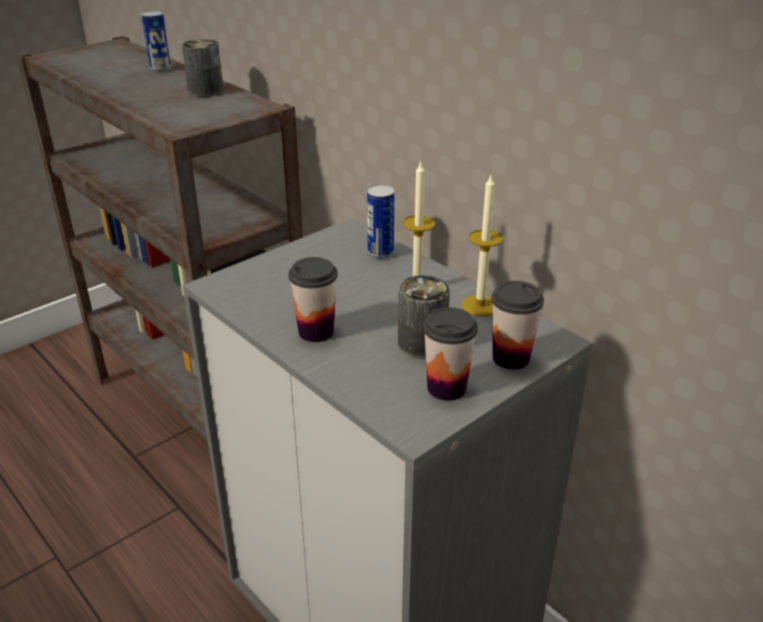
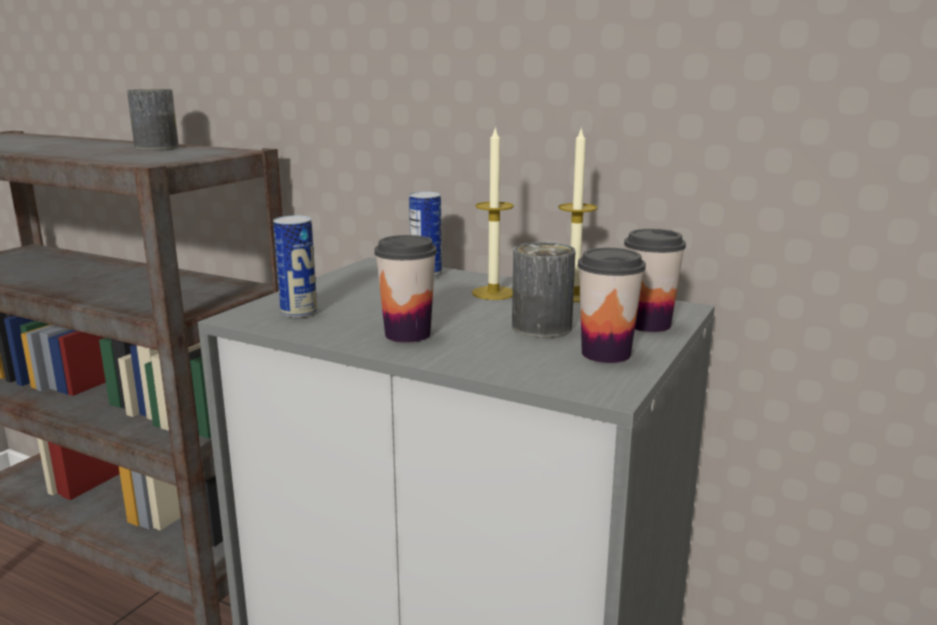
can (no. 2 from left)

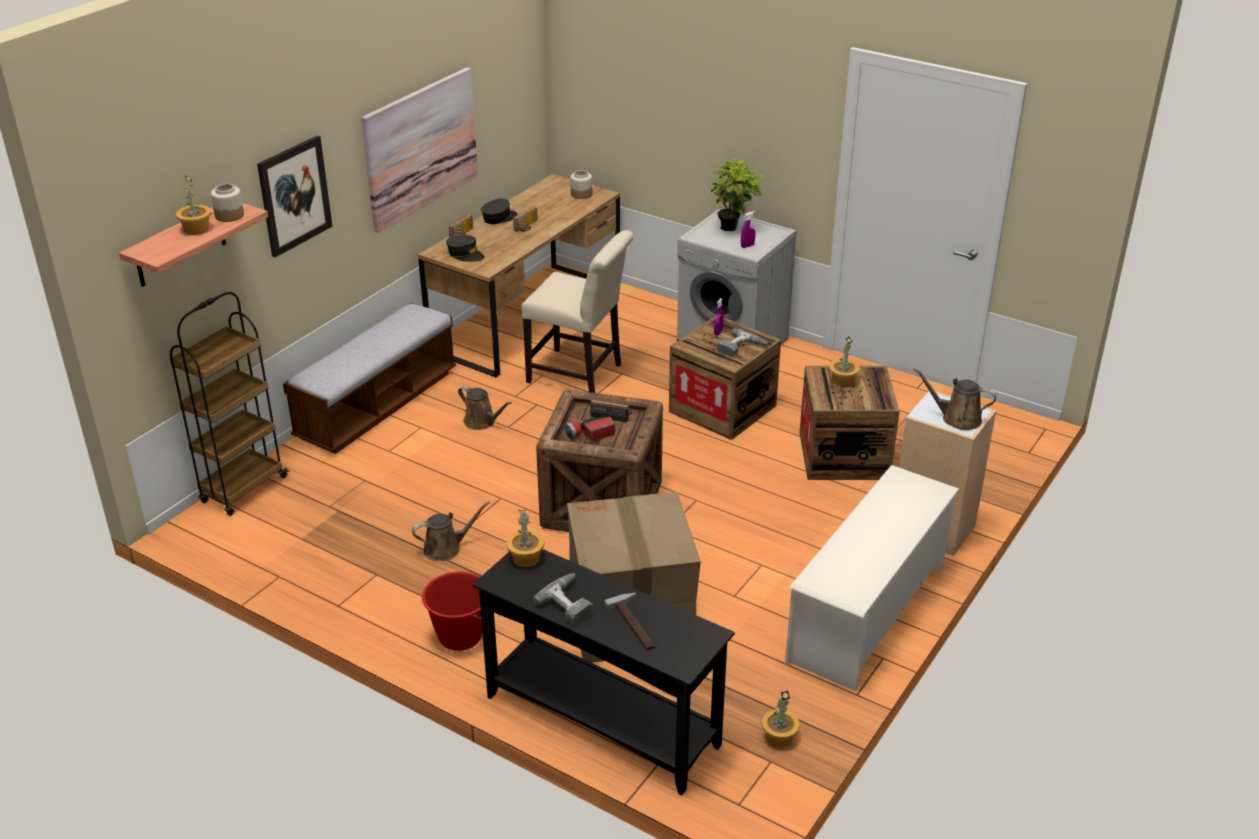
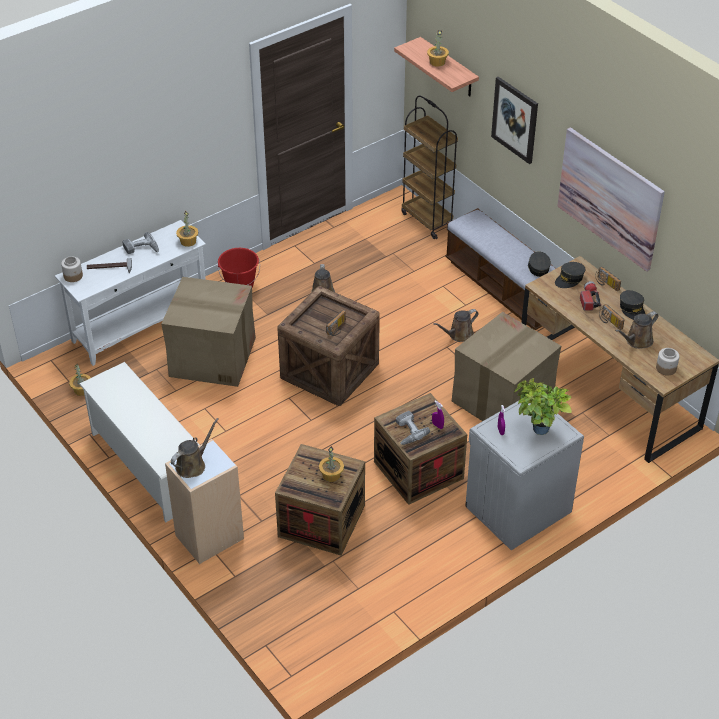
cap (grey) (no. 1 from left)
watering can (brown) (no. 4 from left)
jar (no. 1 from left)
flashlight
cardboard box (no. 2 from left)
console table (white)

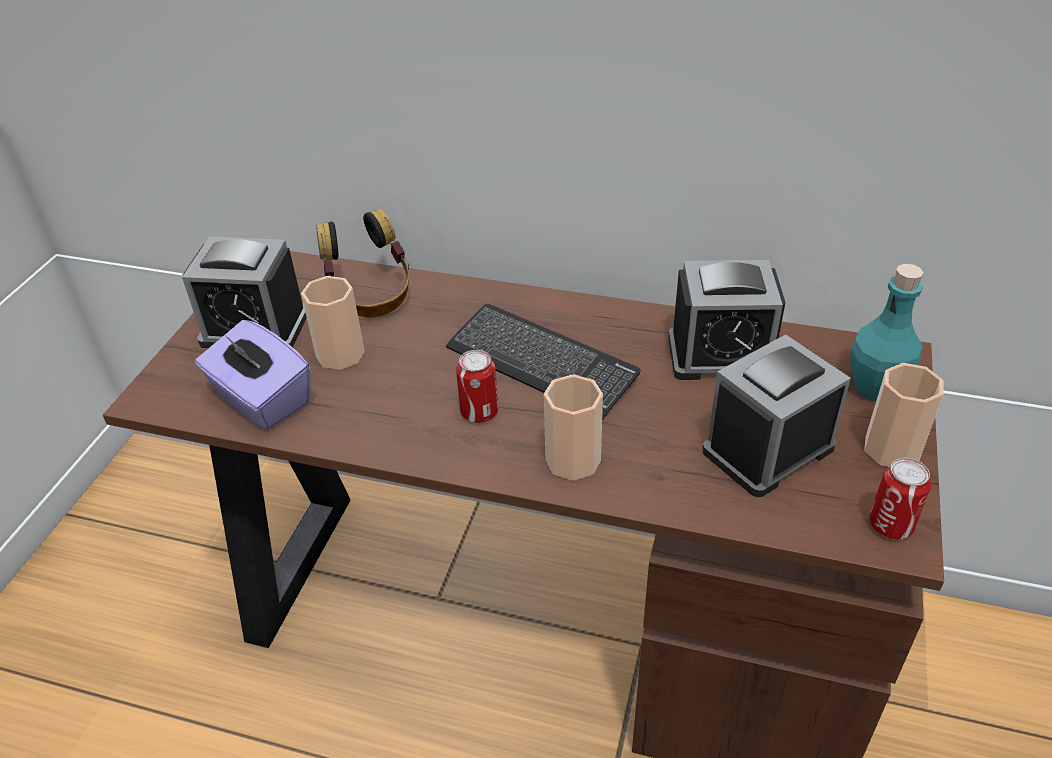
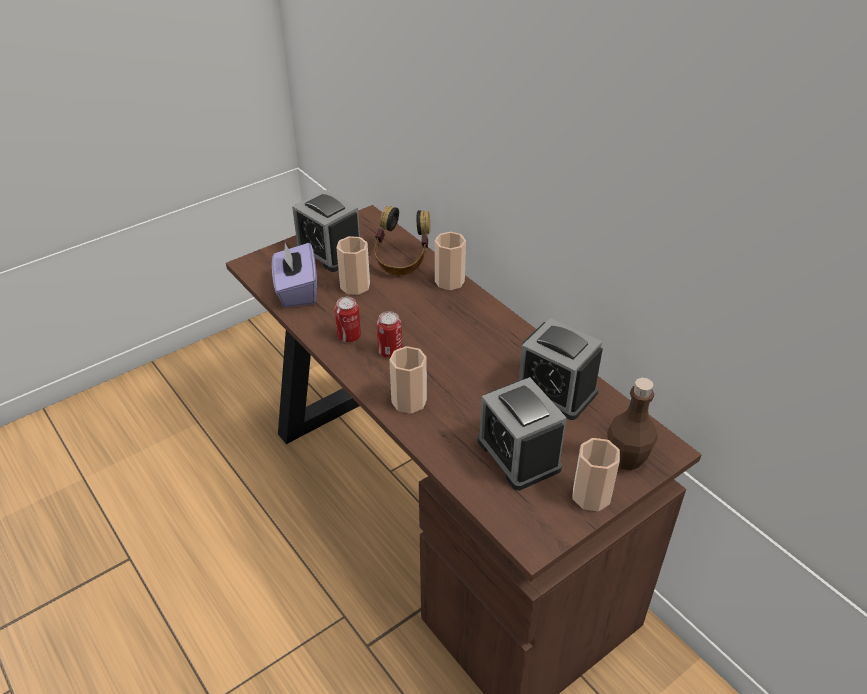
keyboard
cup (no. 3 from left)
can (no. 1 from left)
bottle (brown)
alarm clock (no. 2 from left)

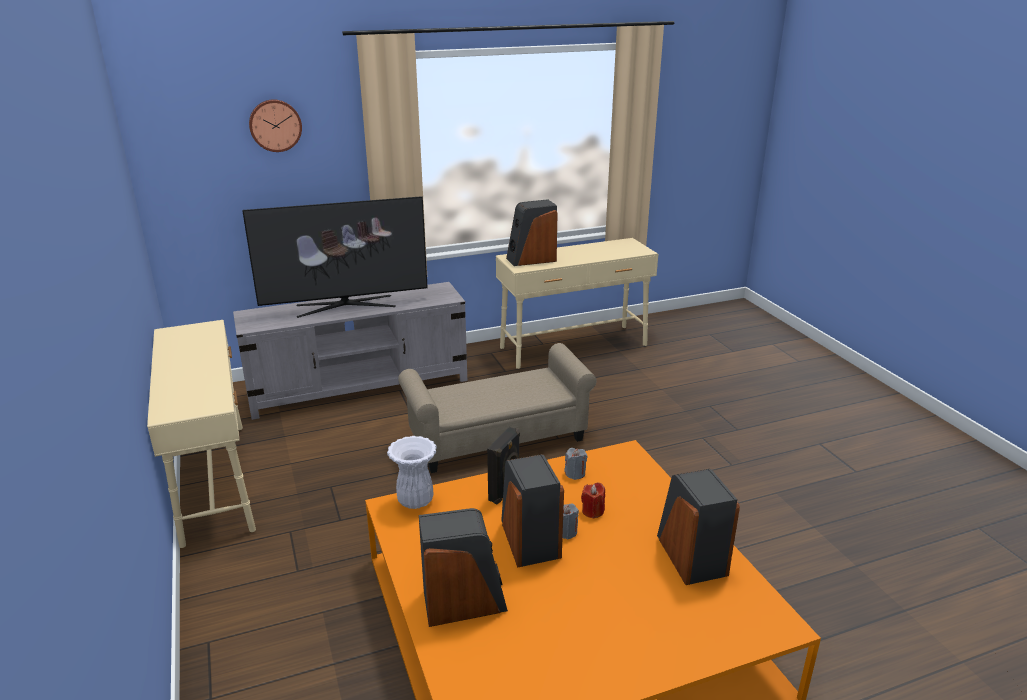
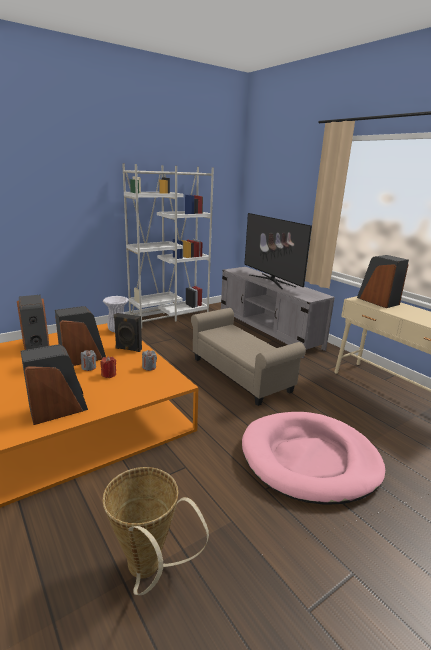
wall clock
basket
dog bed (pink)
bookcase (white)

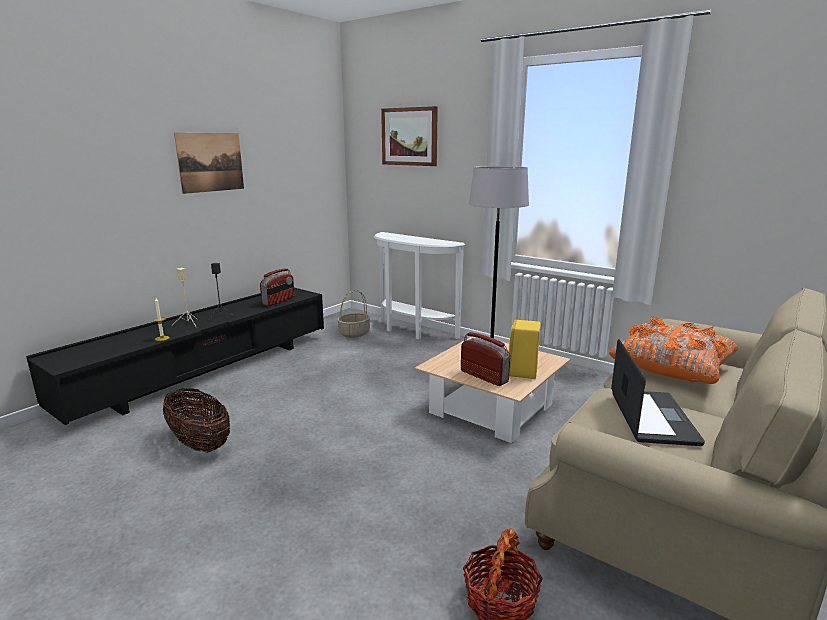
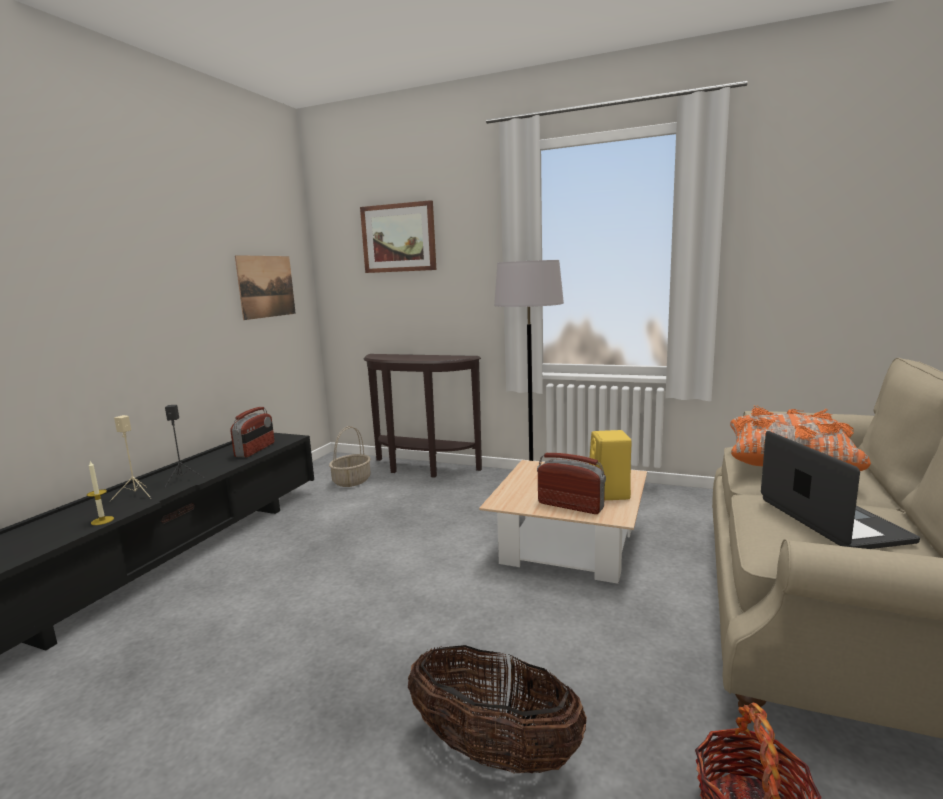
basket (no. 2 from left)
picture (no. 1 from left)
console table (brown)

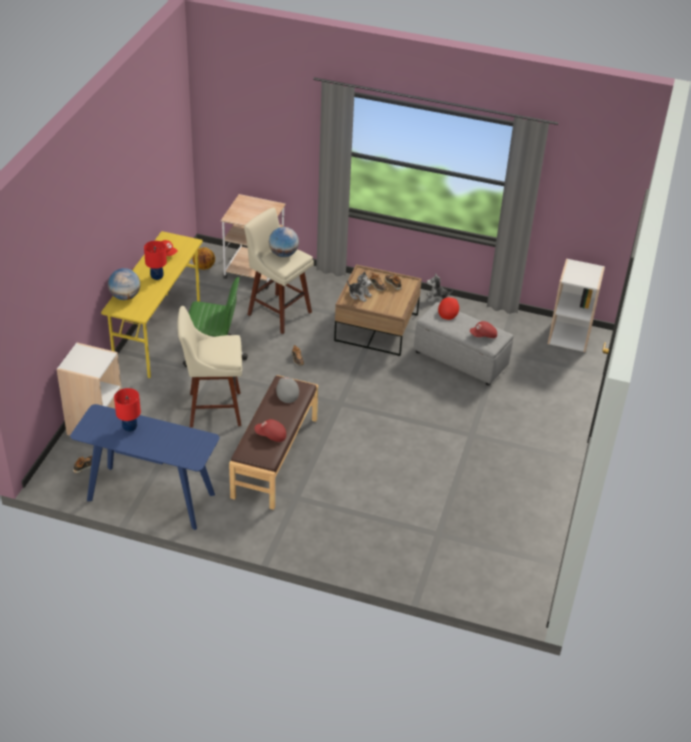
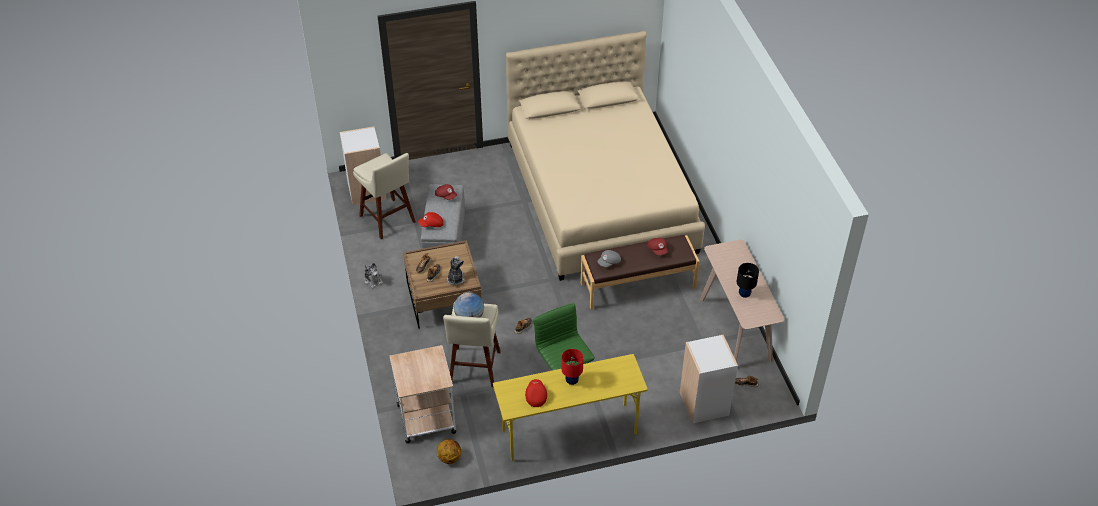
globe (no. 1 from left in the first image)
bed (beige)
stool (beige) (no. 1 from left)
console table (beige)
table lamp (black)

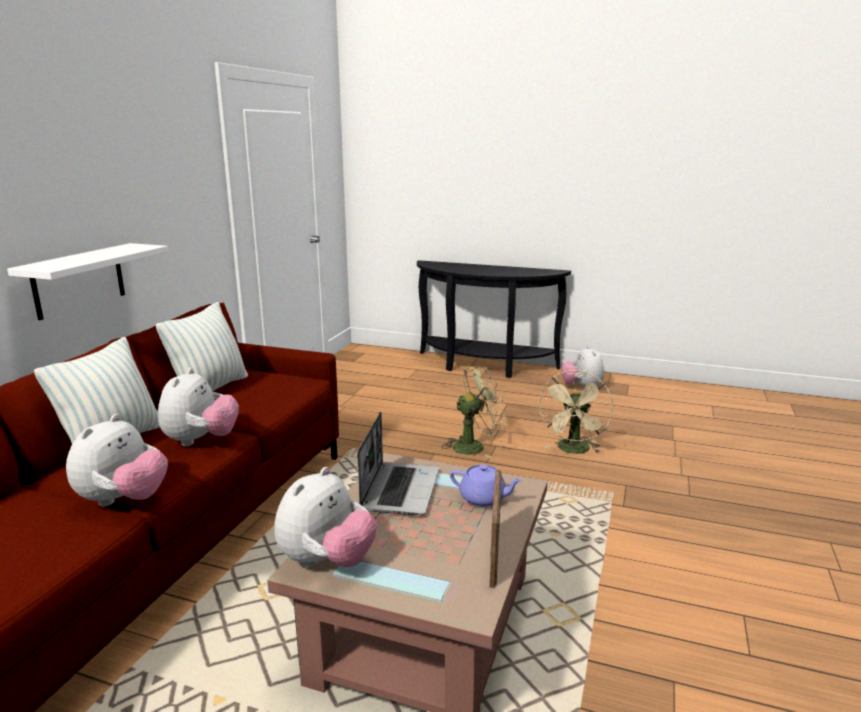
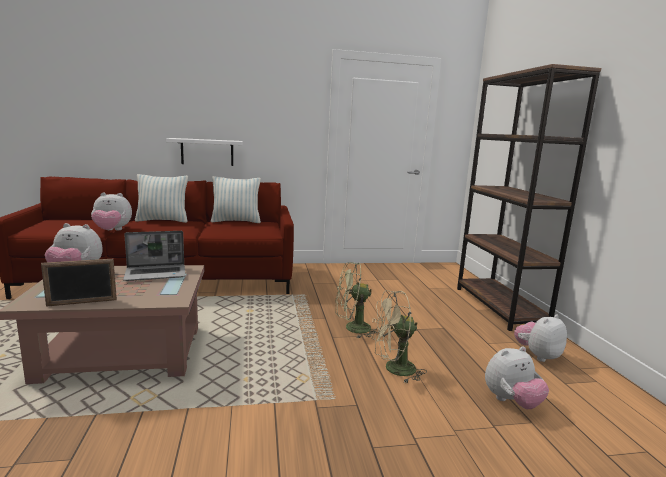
teapot (purple)
plush toy (no. 3 from left)
bookcase (brown)
fan (green)

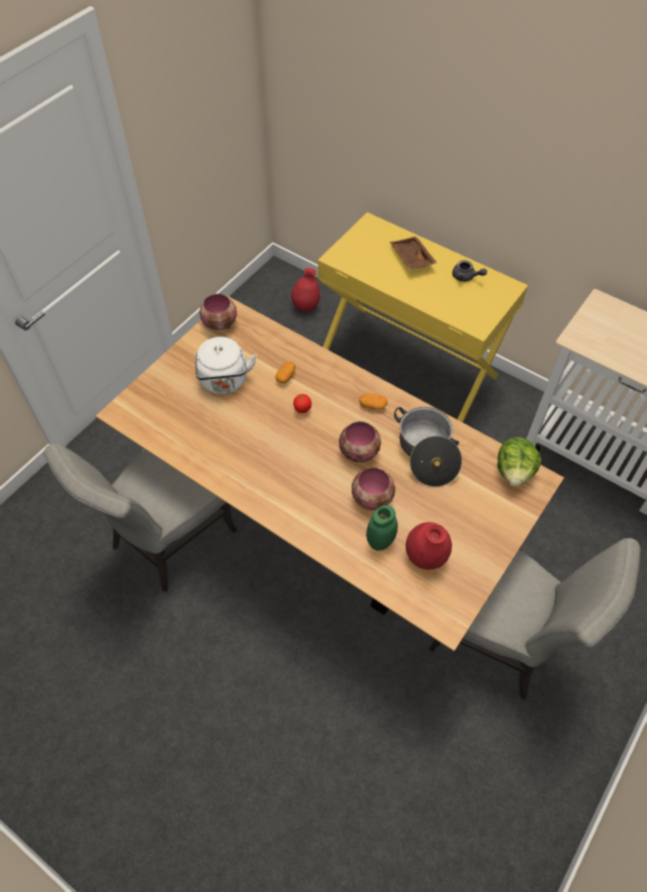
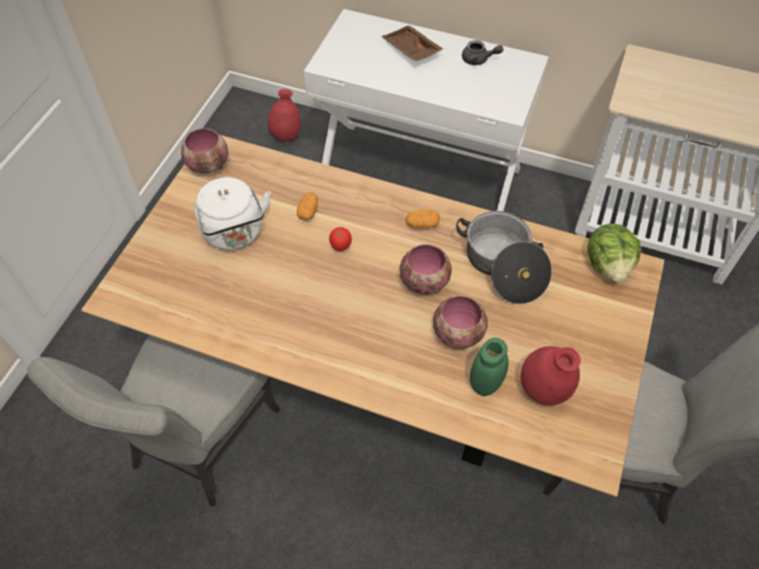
console table (white)

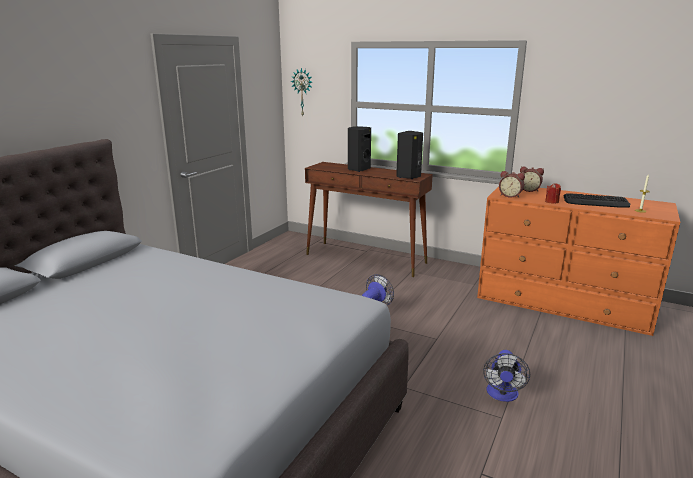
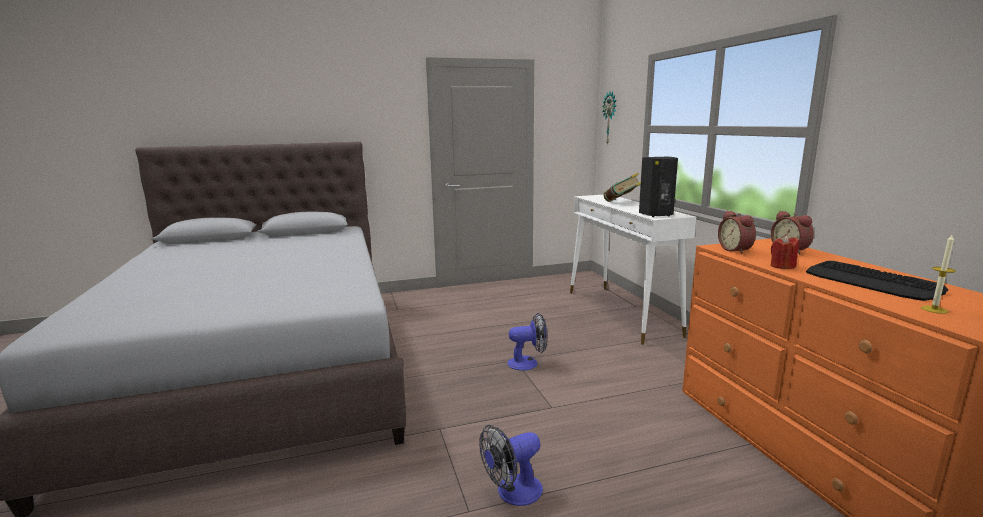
book
console table (white)

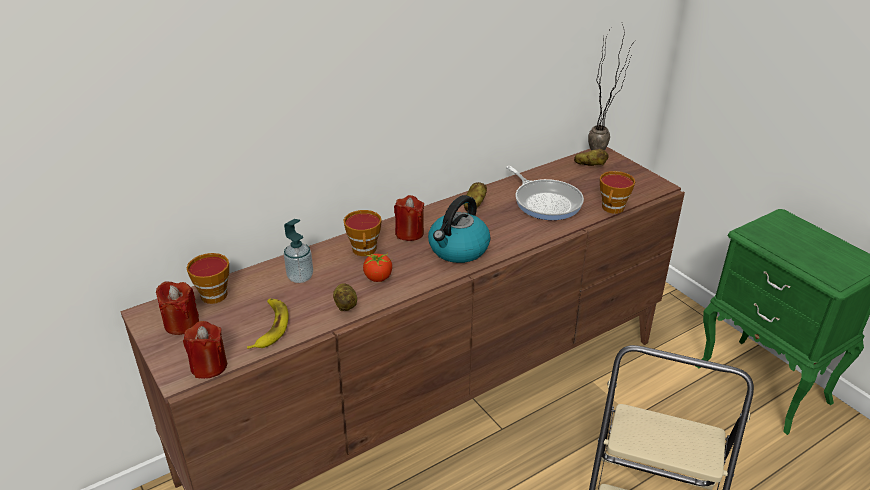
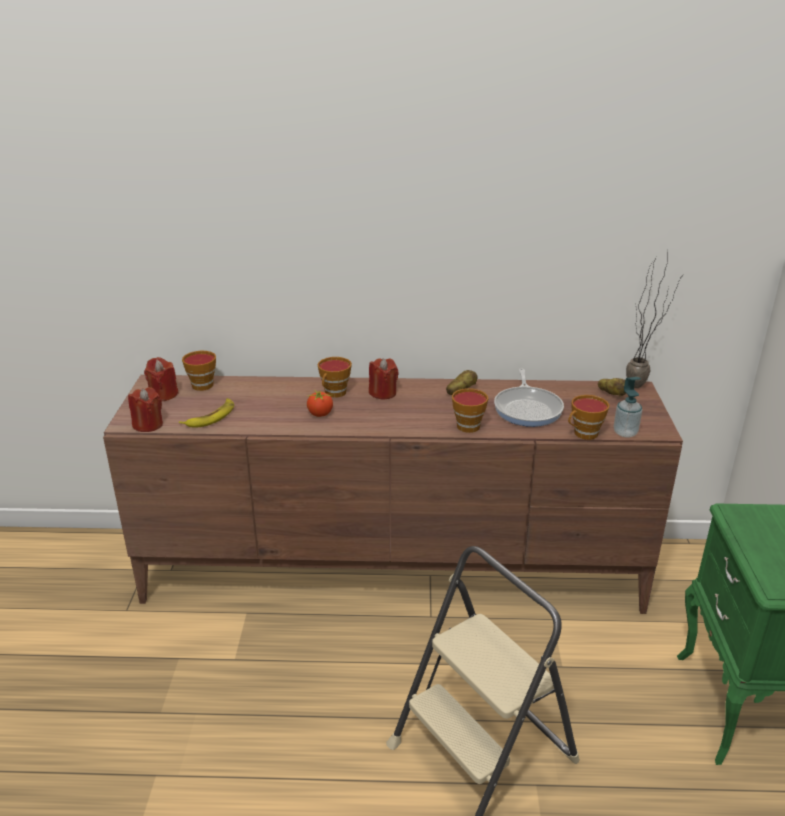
potato (no. 1 from left in the first image)
kettle
cup (no. 3 from left)
soap dispenser

